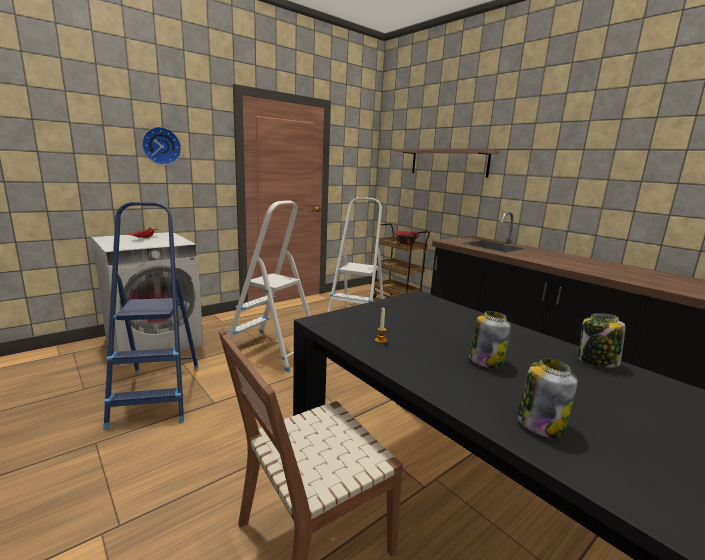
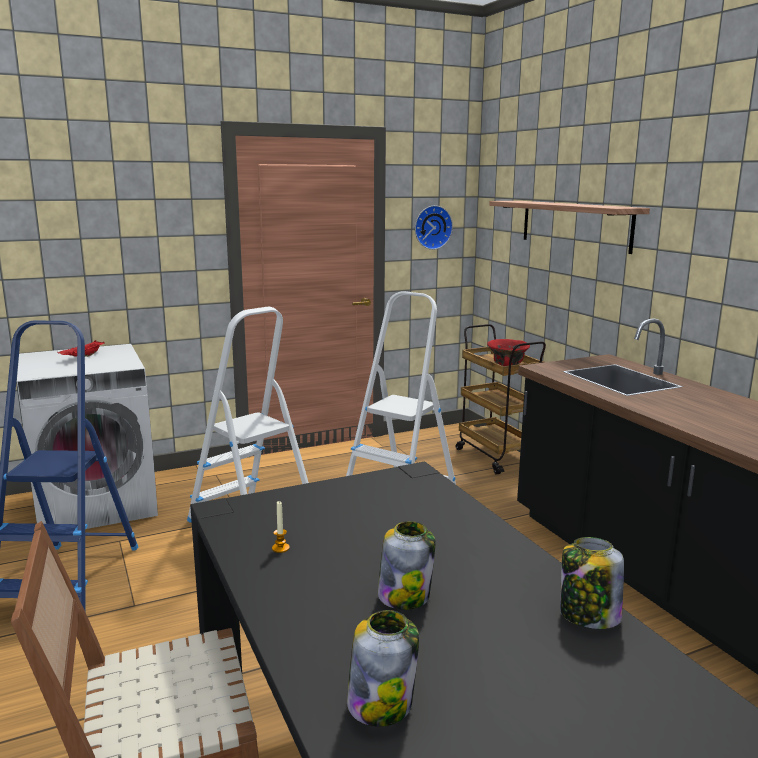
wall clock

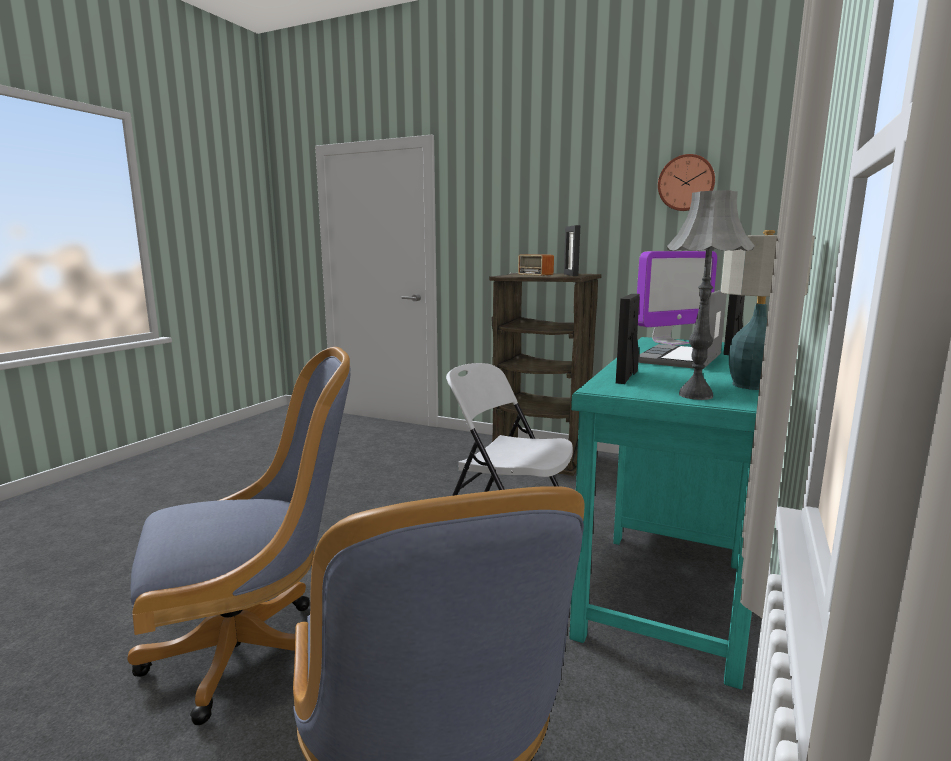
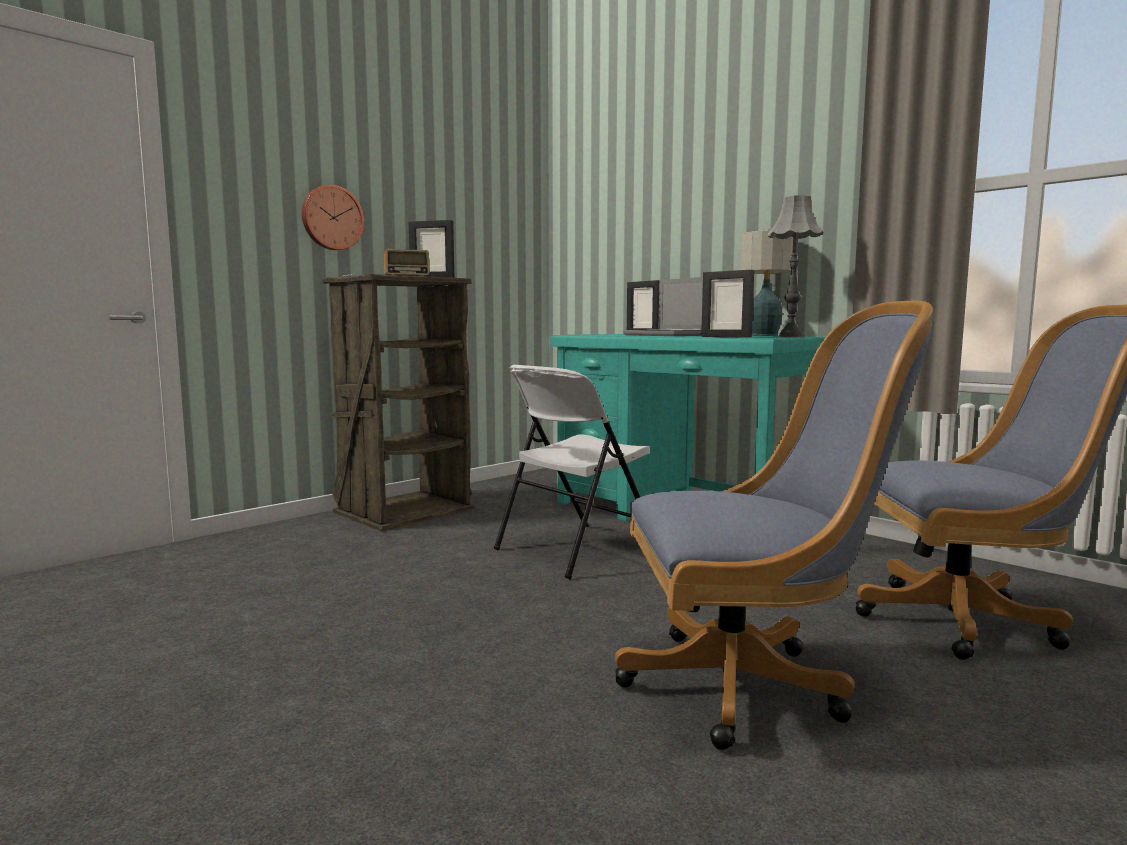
monitor
wall clock
office chair (blue) (no. 1 from left)

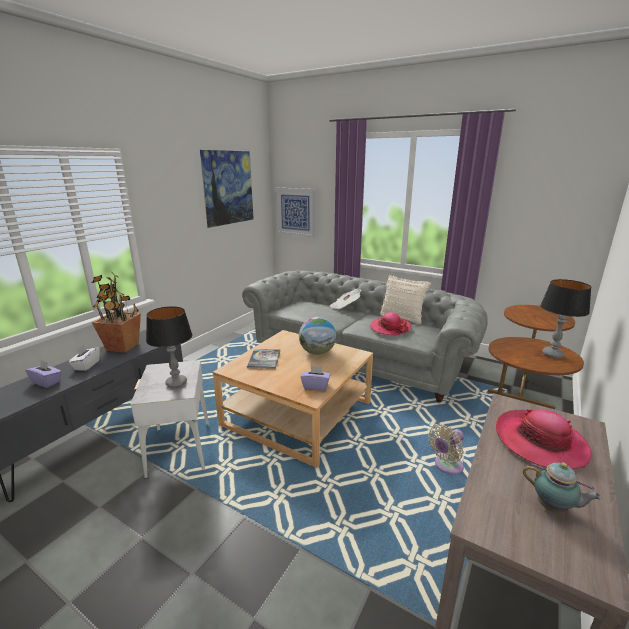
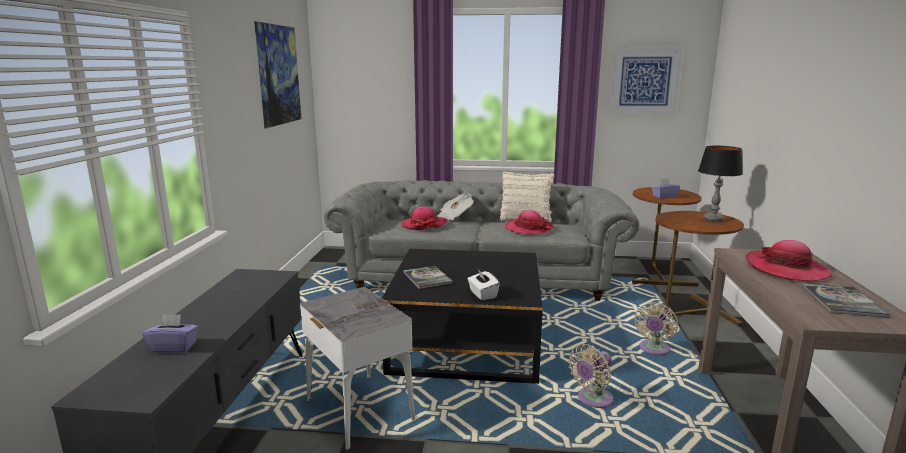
potted plant
table lamp (no. 1 from left in the first image)
globe
hat (no. 1 from left)
fan (beige) (no. 1 from left)
tissue box (white)
picture (no. 2 from left)
tissue box (purple) (no. 2 from left)
book (no. 2 from left)
coffee table (black)

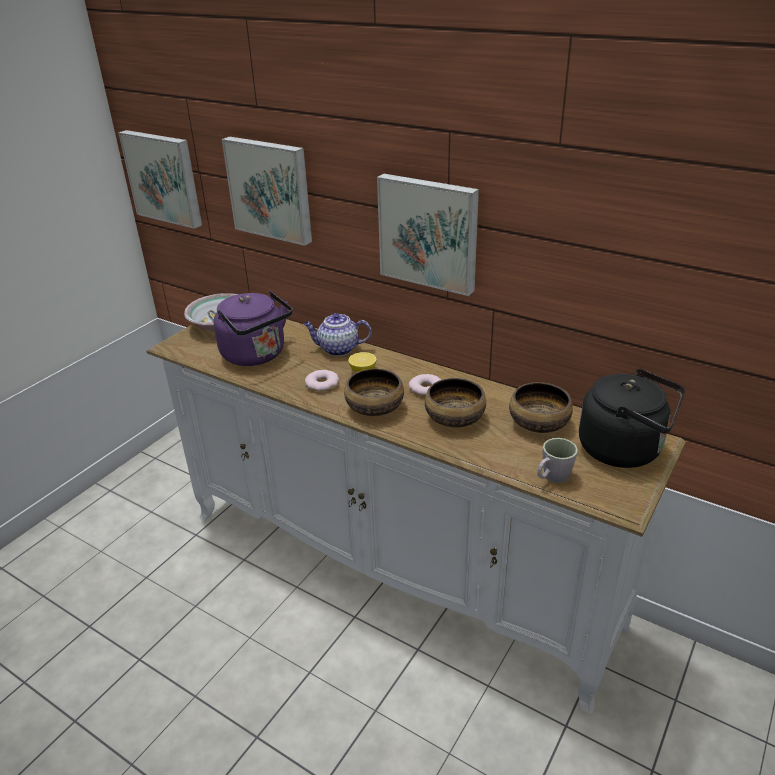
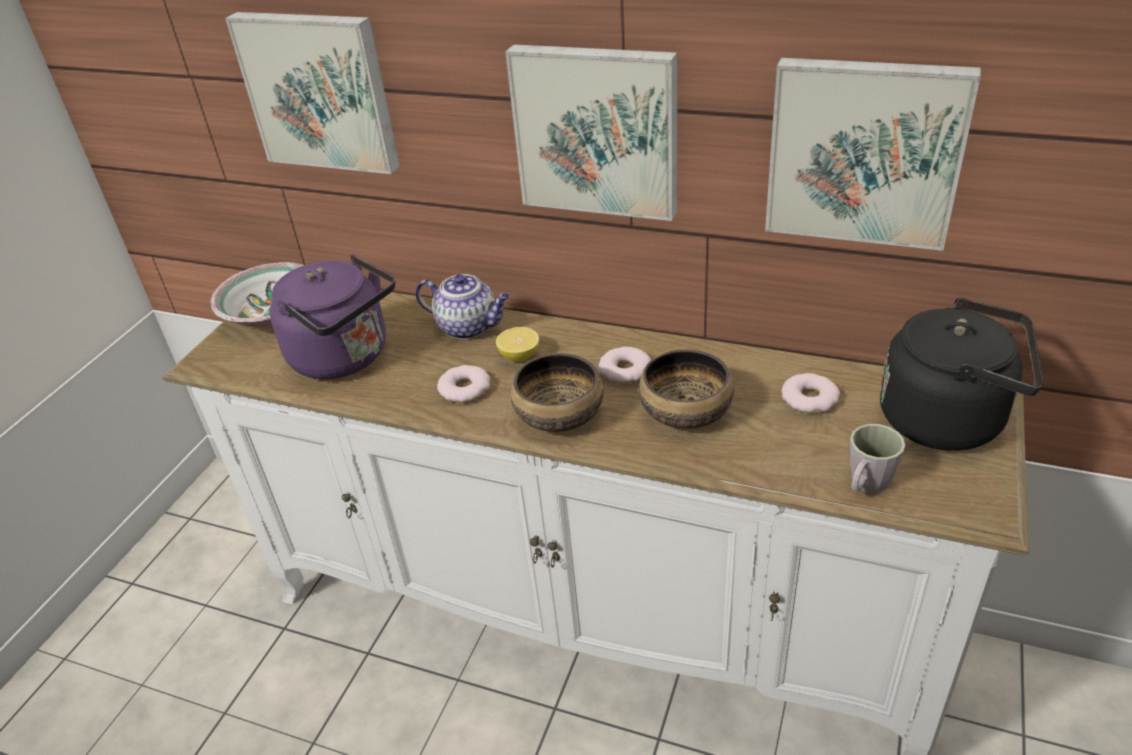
picture (no. 3 from left)
donut (no. 3 from left)
teapot

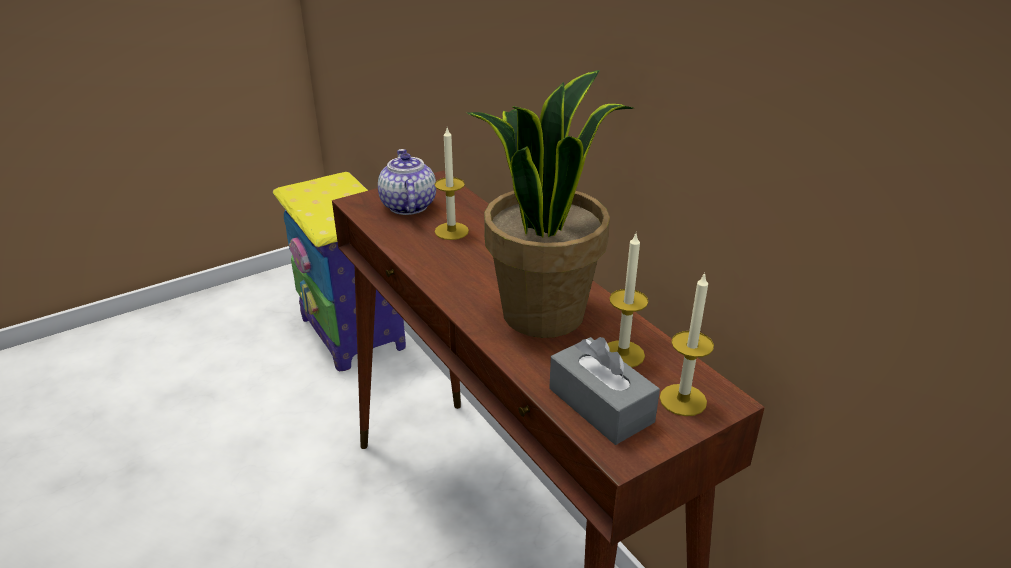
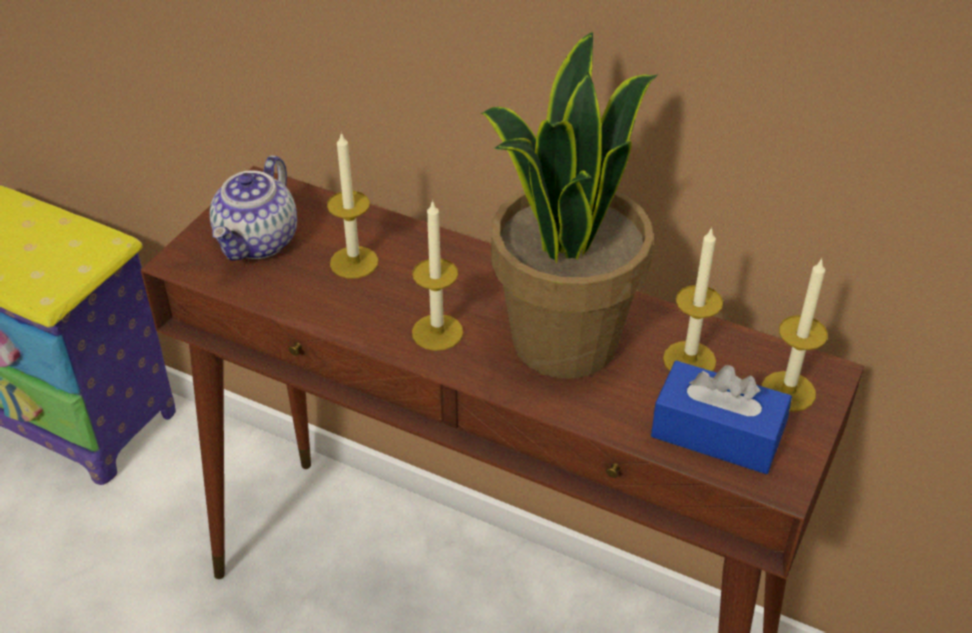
candle (no. 2 from left)
tissue box (blue)
teapot

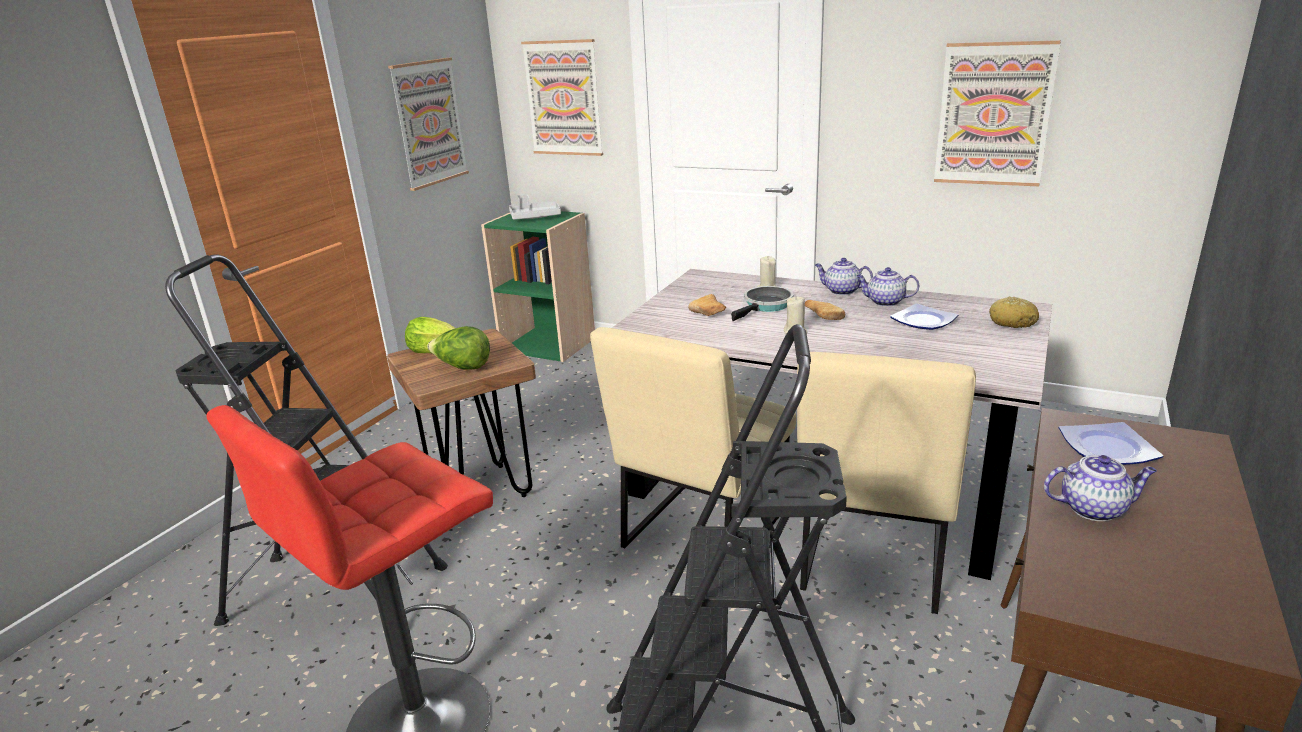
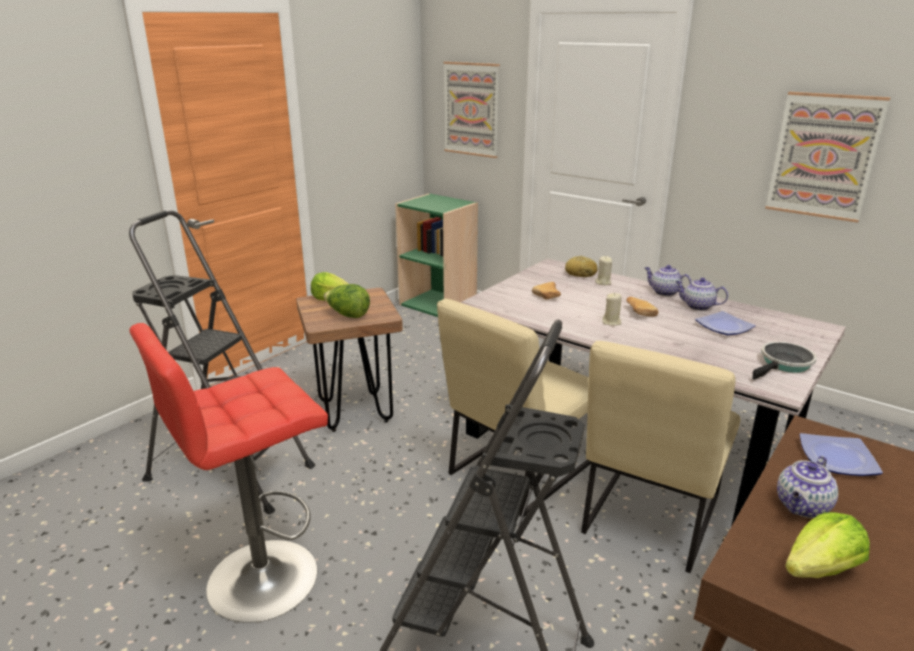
picture (no. 1 from left in the first image)
tray (grey)
lettuce (no. 3 from left)
frying pan
bread (no. 2 from left)
teapot (no. 3 from left)

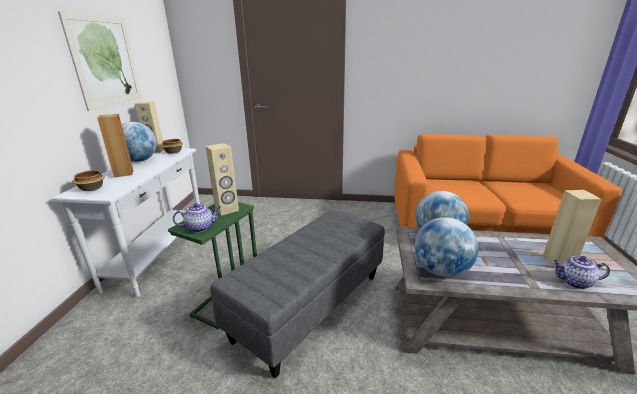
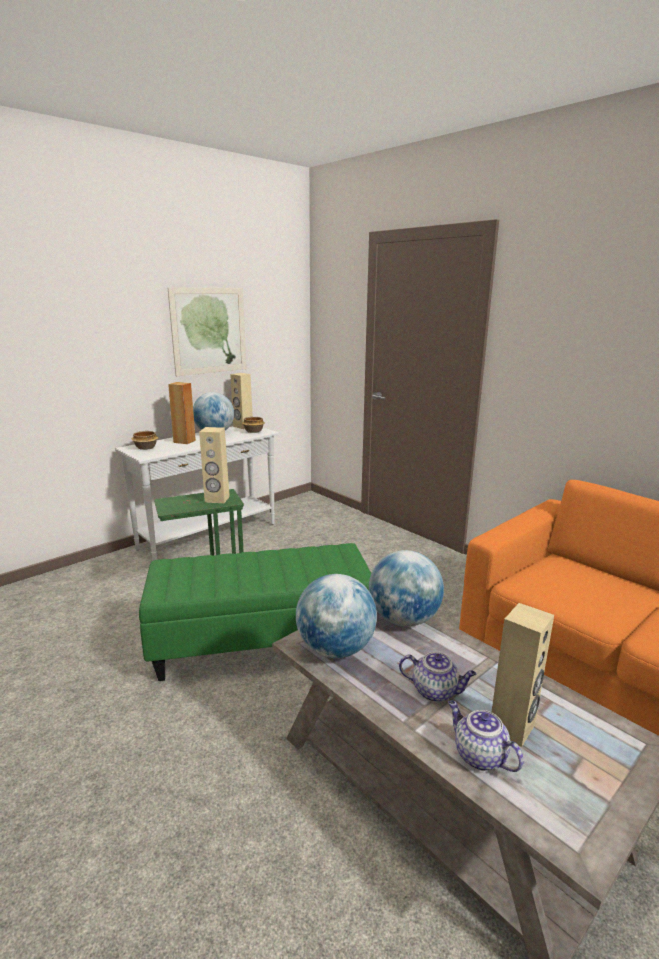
teapot (no. 1 from left)
ottoman (green)

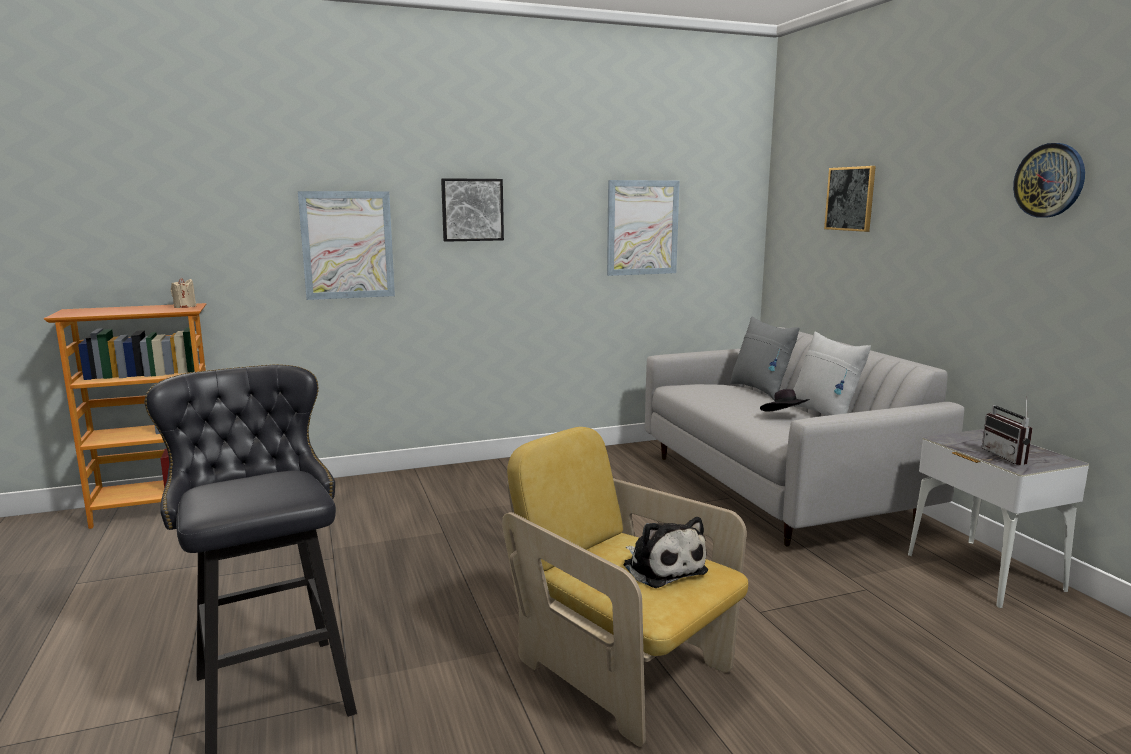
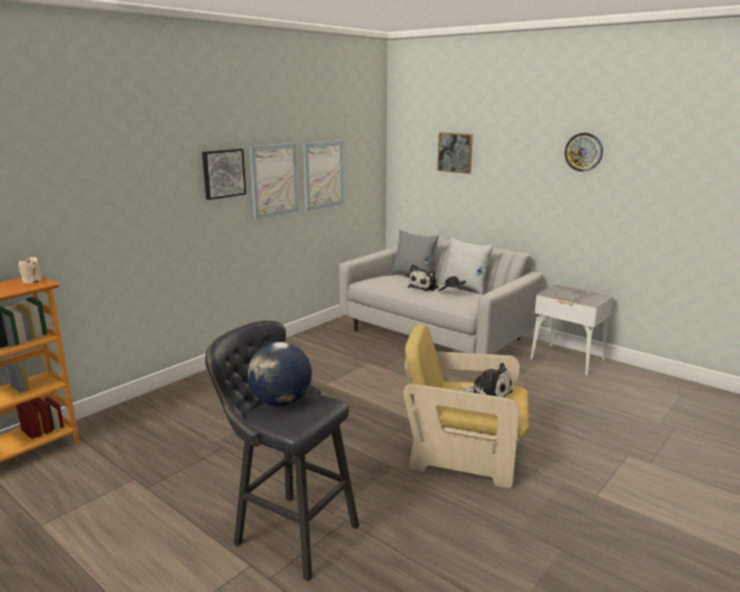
radio
globe
plush toy (no. 1 from left)
picture (no. 2 from left)

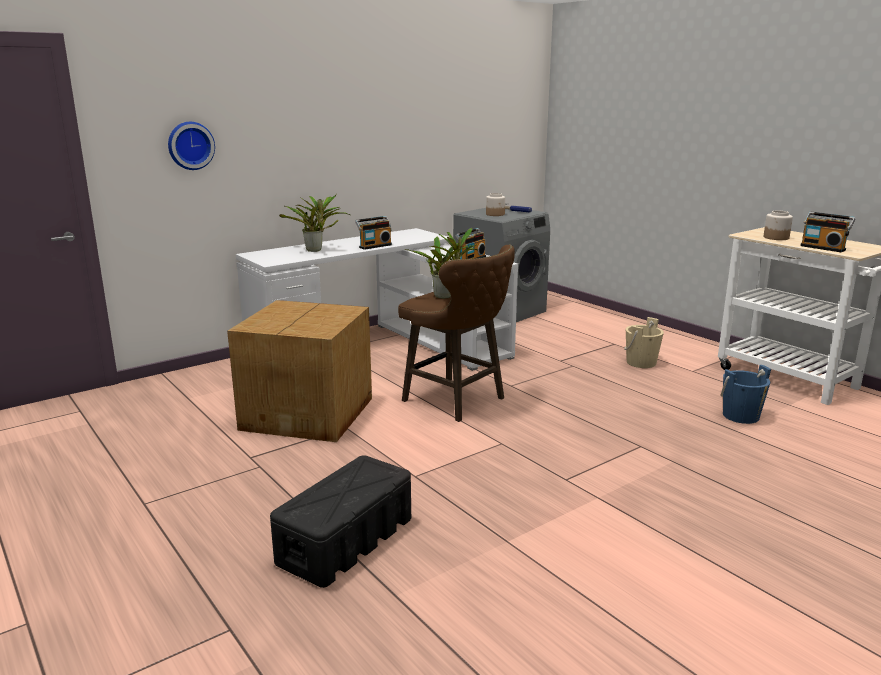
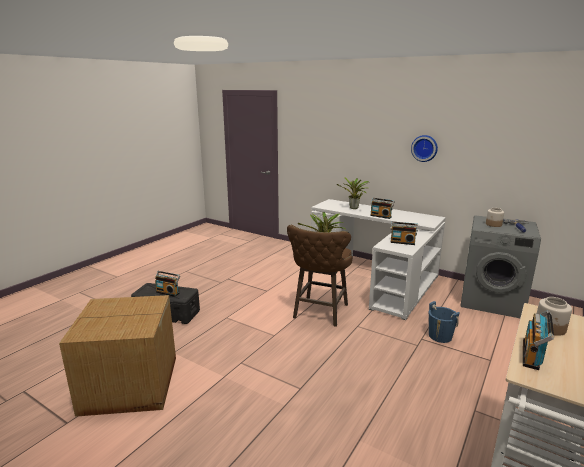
bucket (beige)
radio (no. 1 from left)
wall clock
cardboard box
bucket (blue)

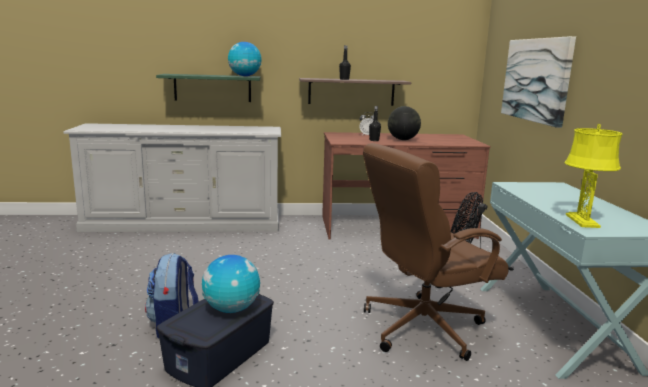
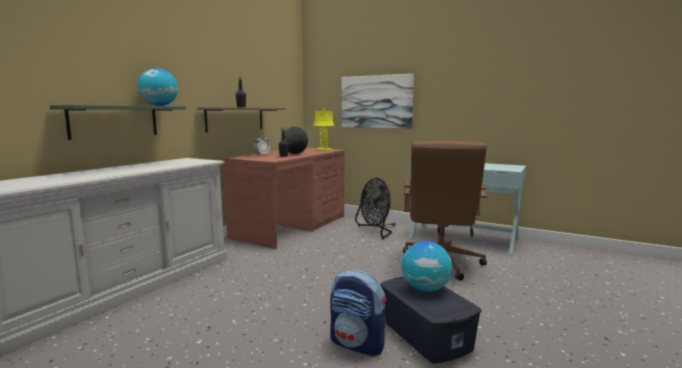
table lamp (yellow)

